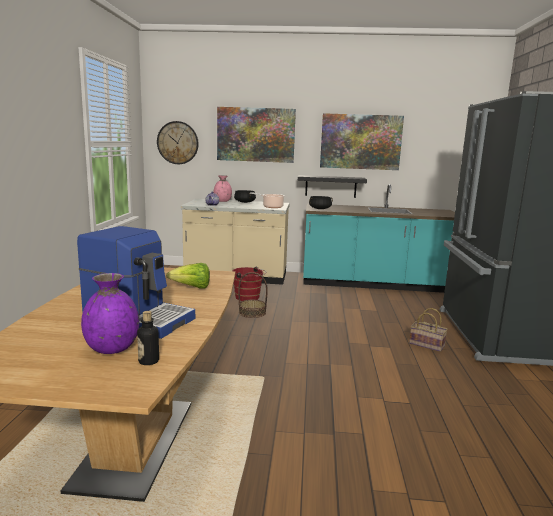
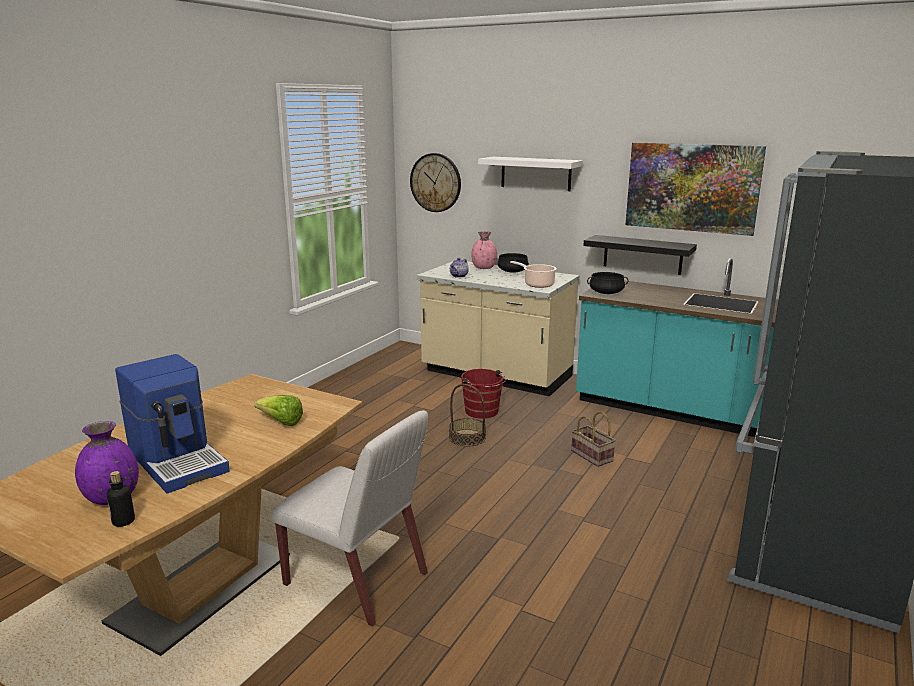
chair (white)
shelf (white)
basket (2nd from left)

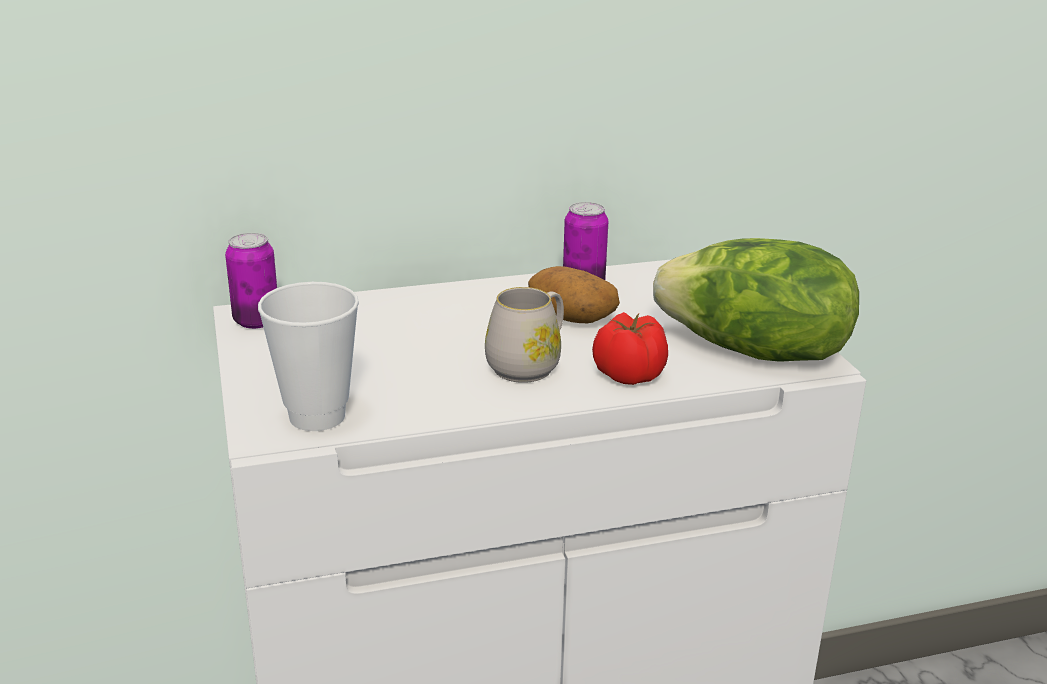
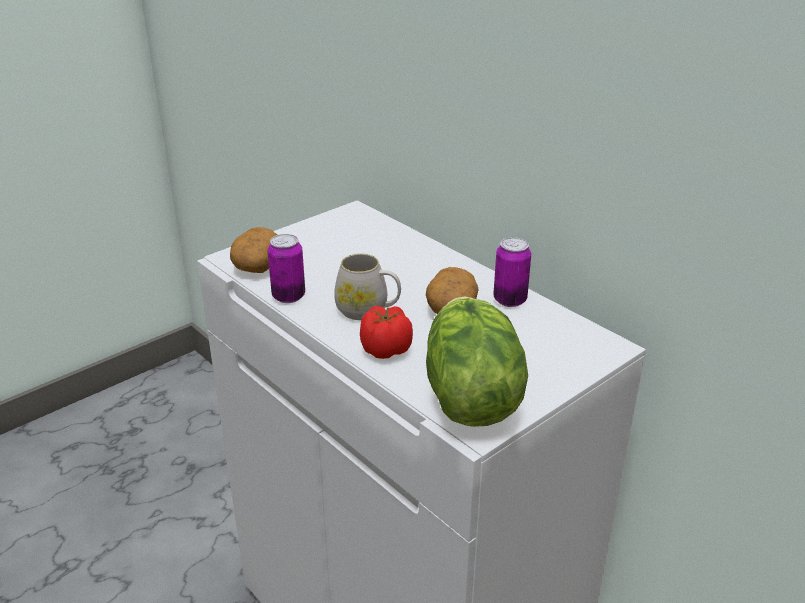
potato (1st from left)
can (1st from left)

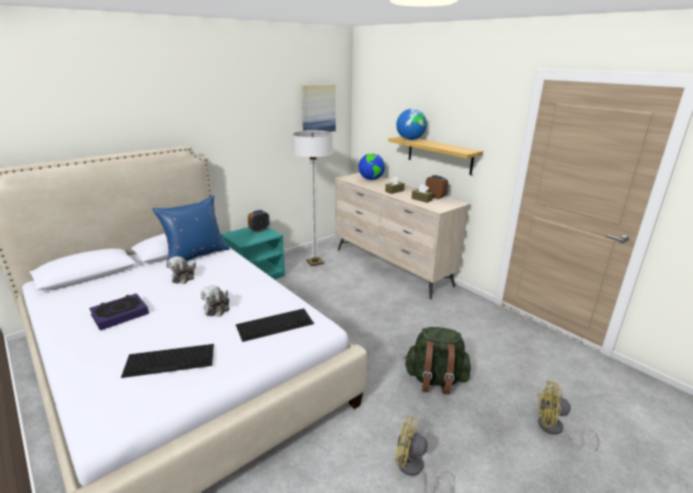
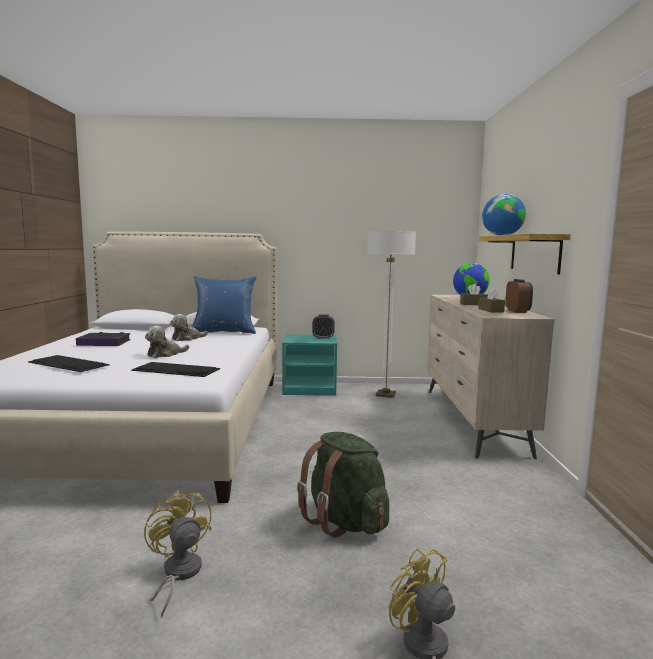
picture

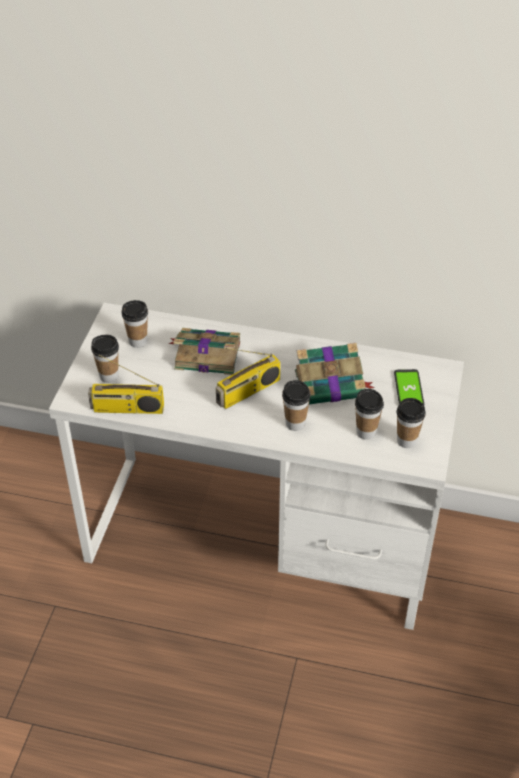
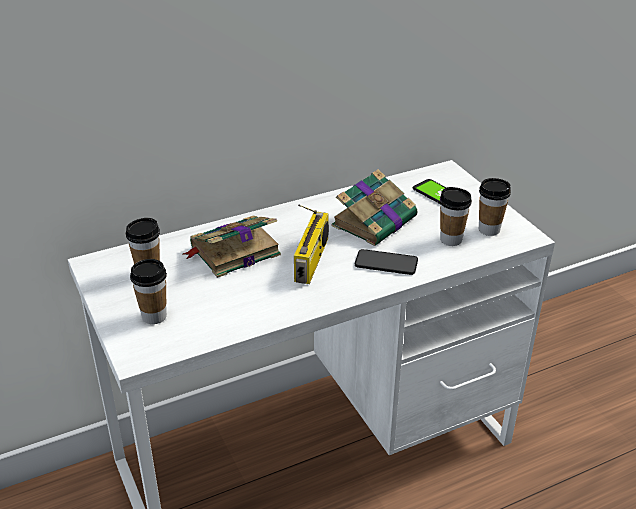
phone (1st from left)
radio (1st from left in the first image)

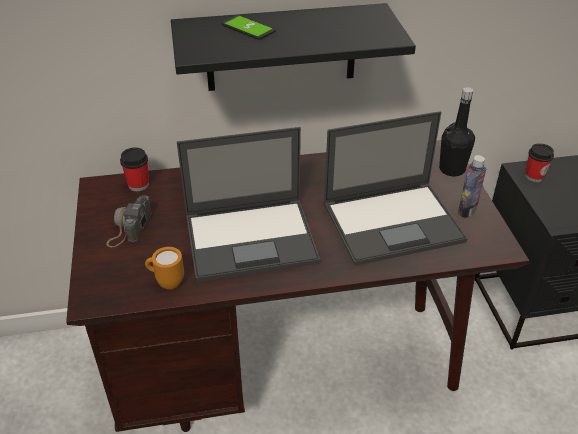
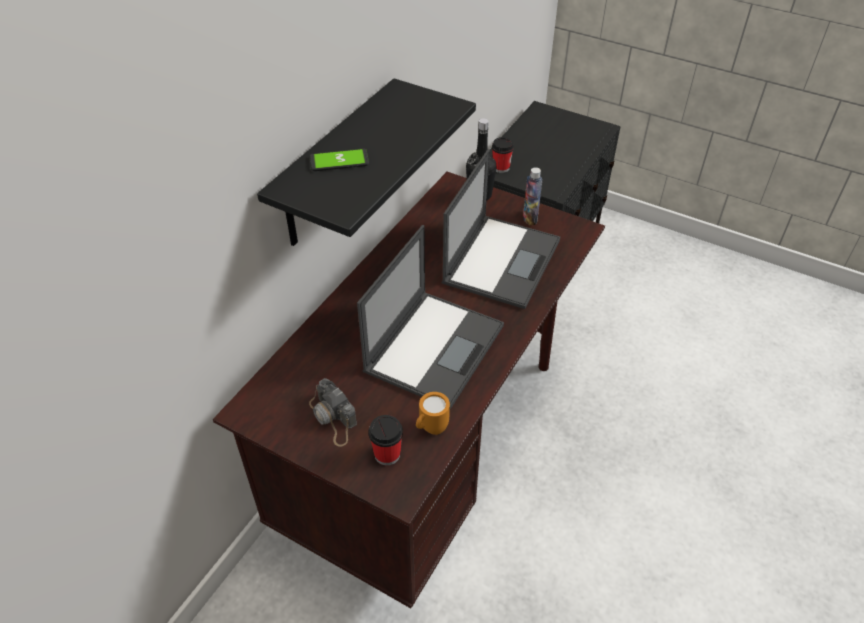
cup (1st from left)

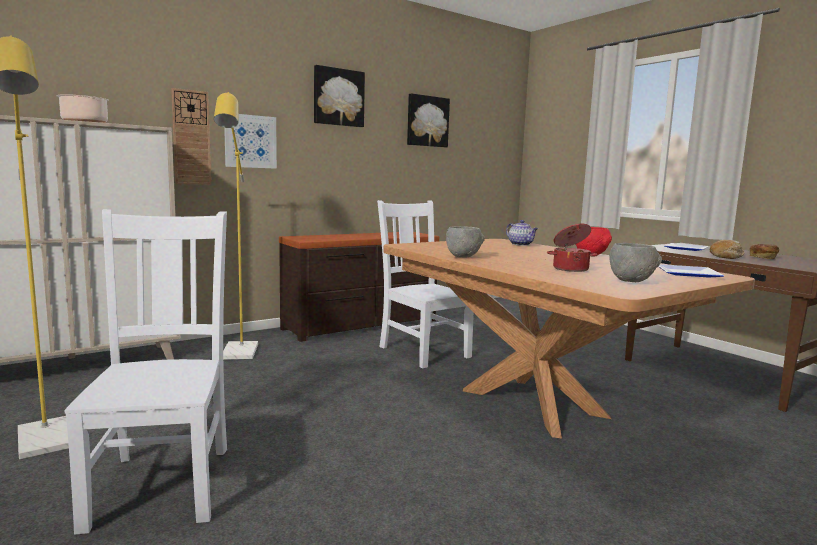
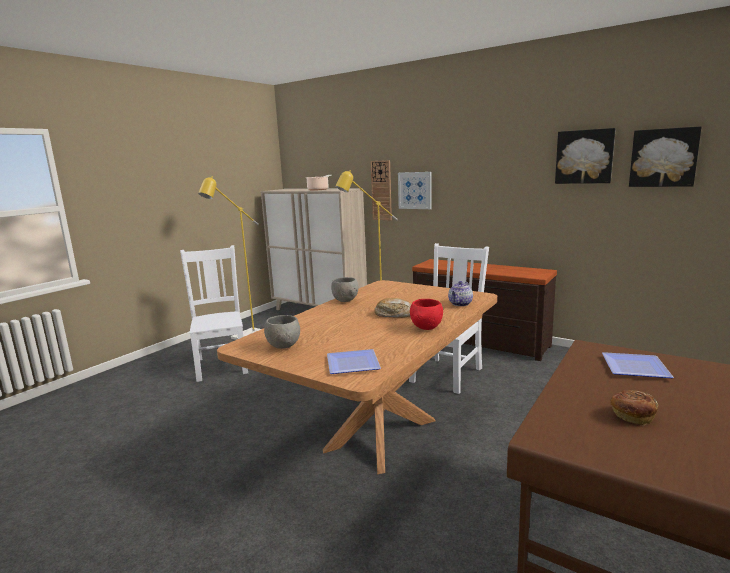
chair (white) (1st from left)
bread (1st from left)
picture (3rd from left)
cooking pot (2nd from left in the first image)

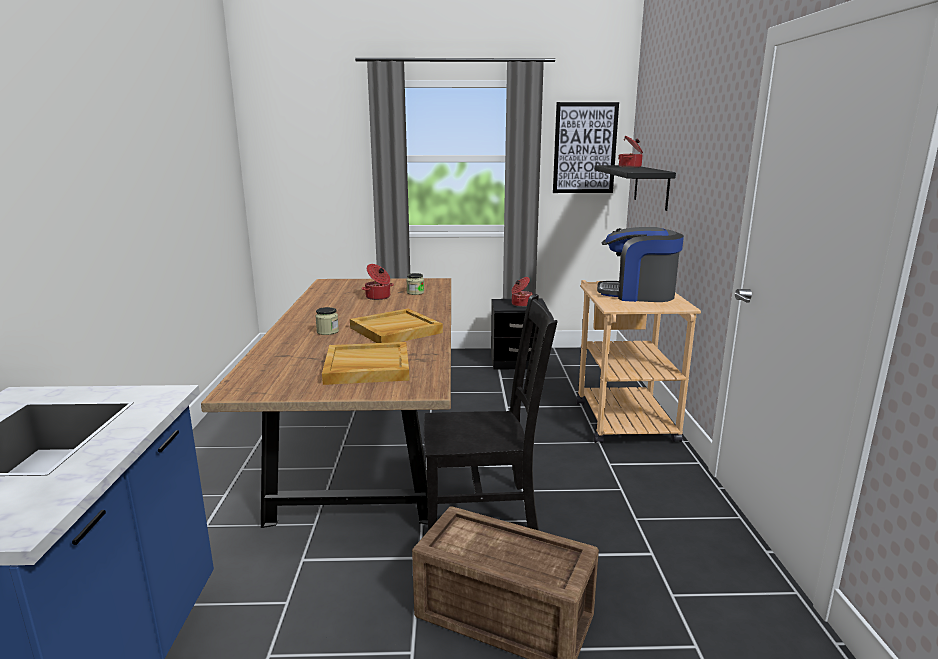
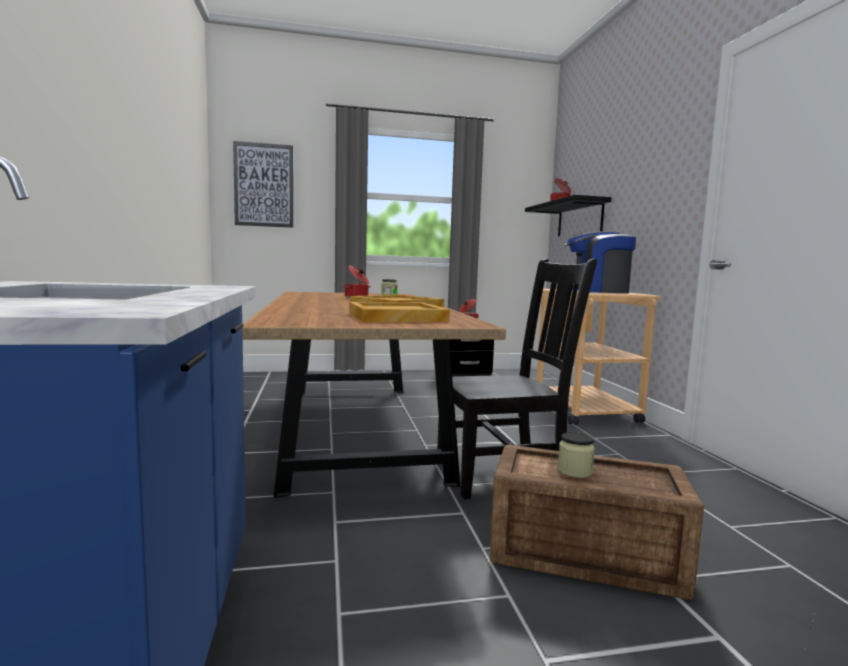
picture
jar (2nd from left)

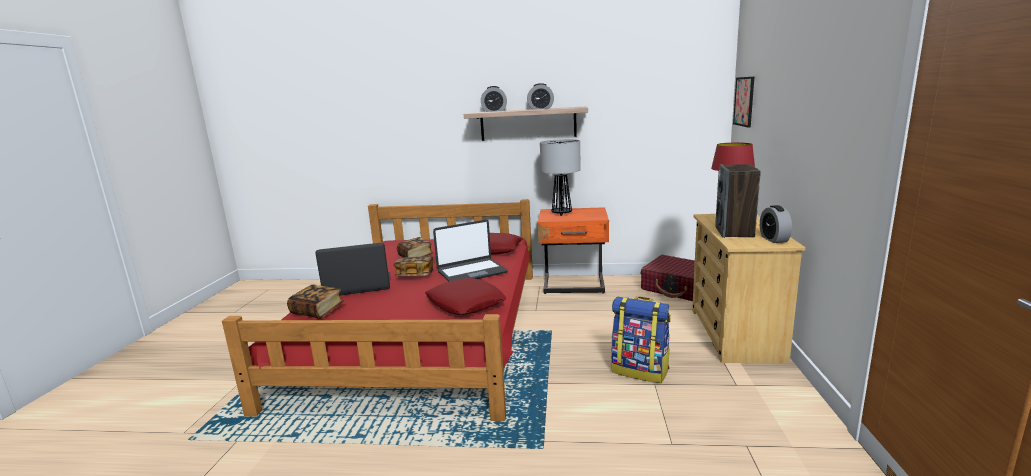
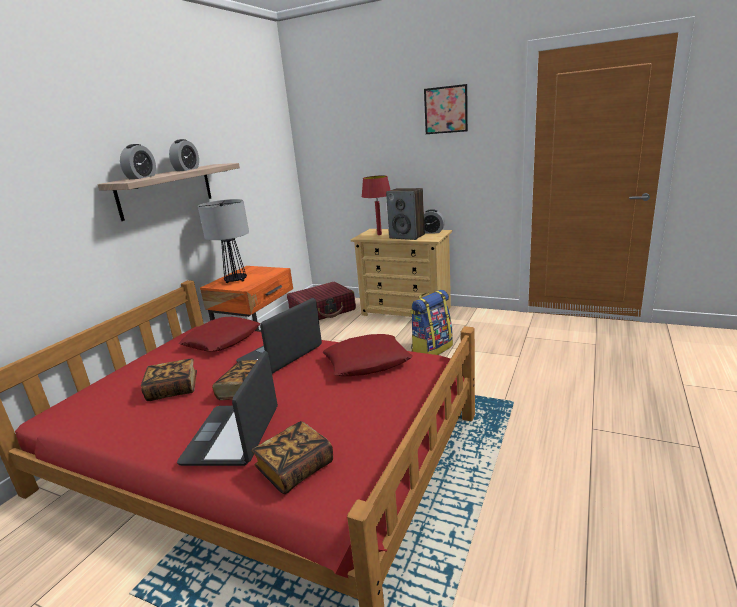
laptop (2nd from left)
picture

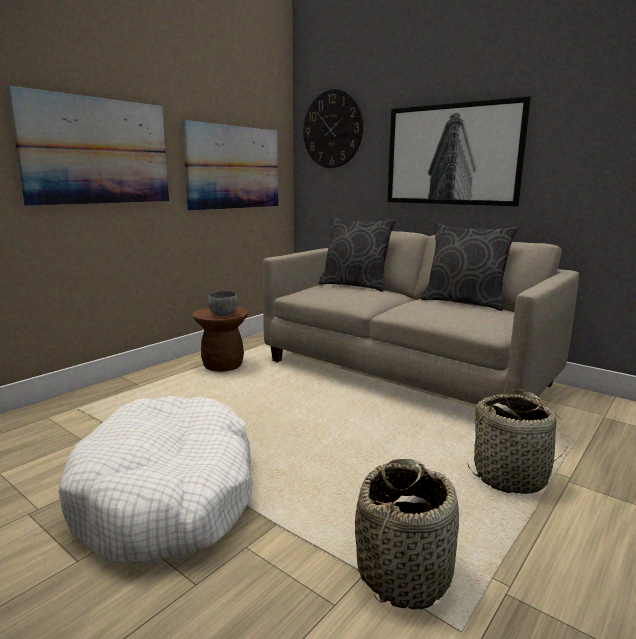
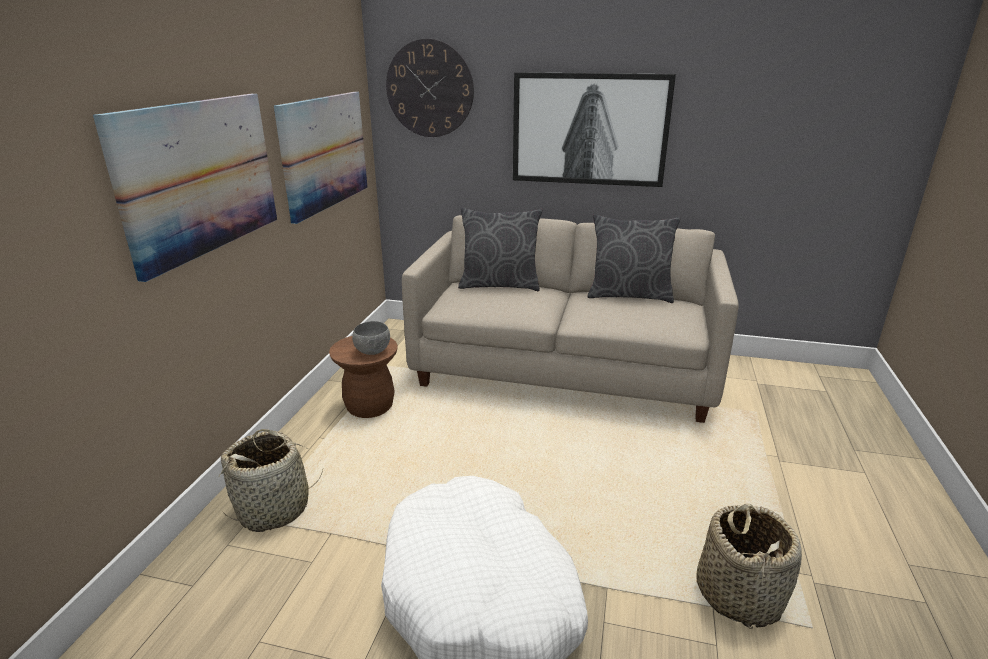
basket (1st from left)

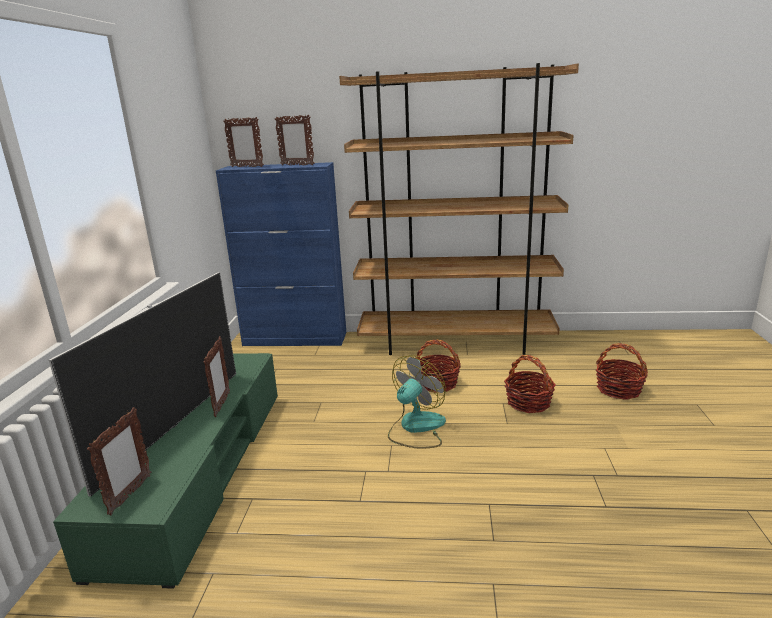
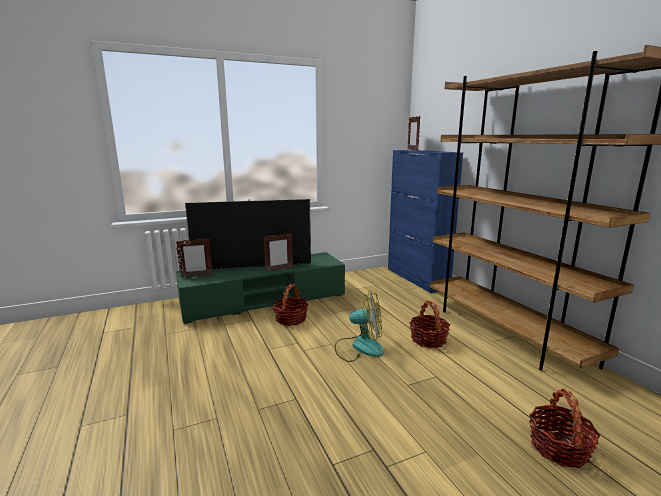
basket (1st from left)
picture frame (4th from left in the first image)

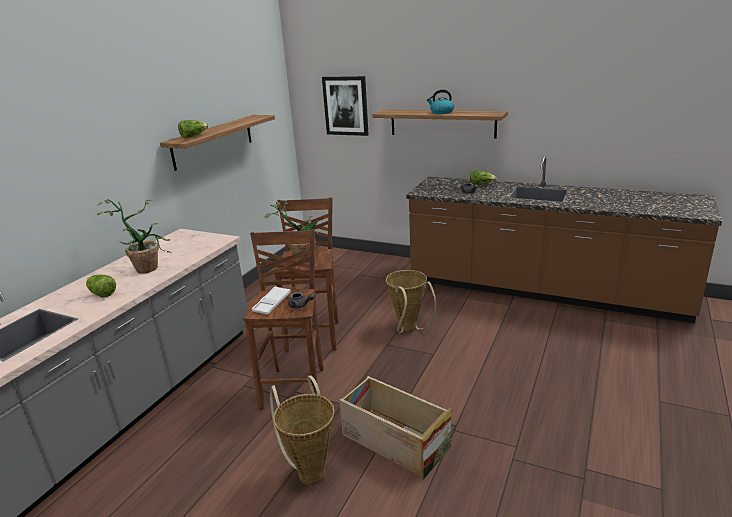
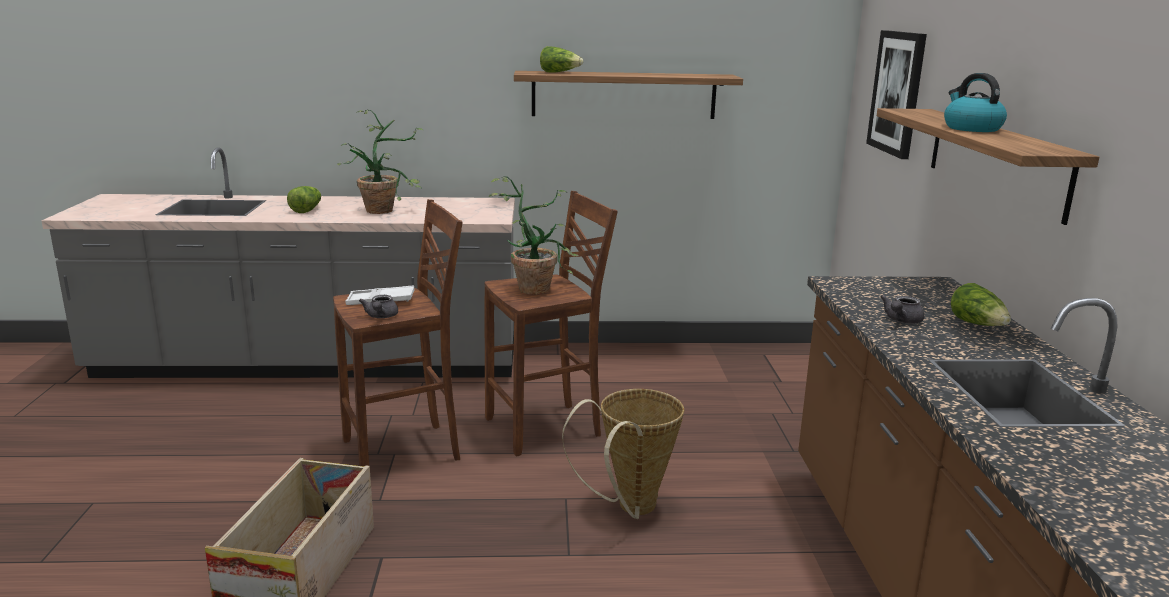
basket (1st from left in the first image)

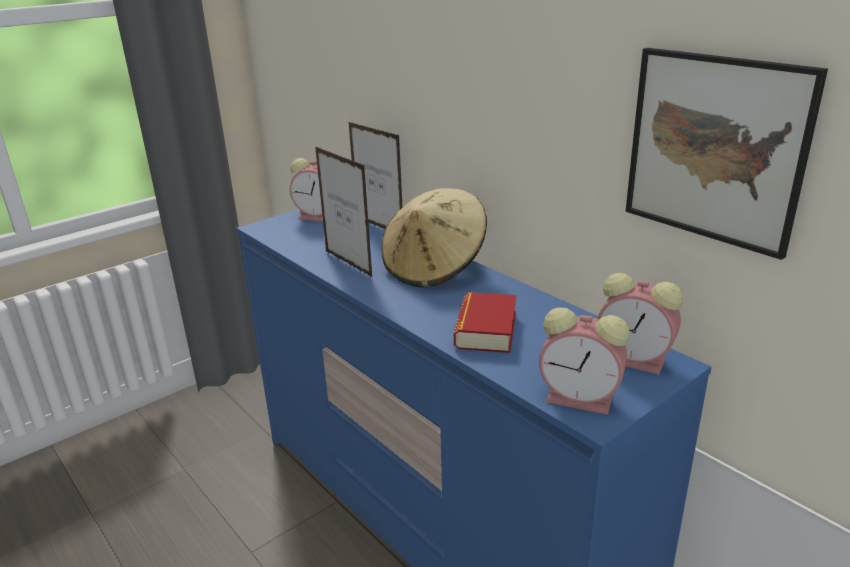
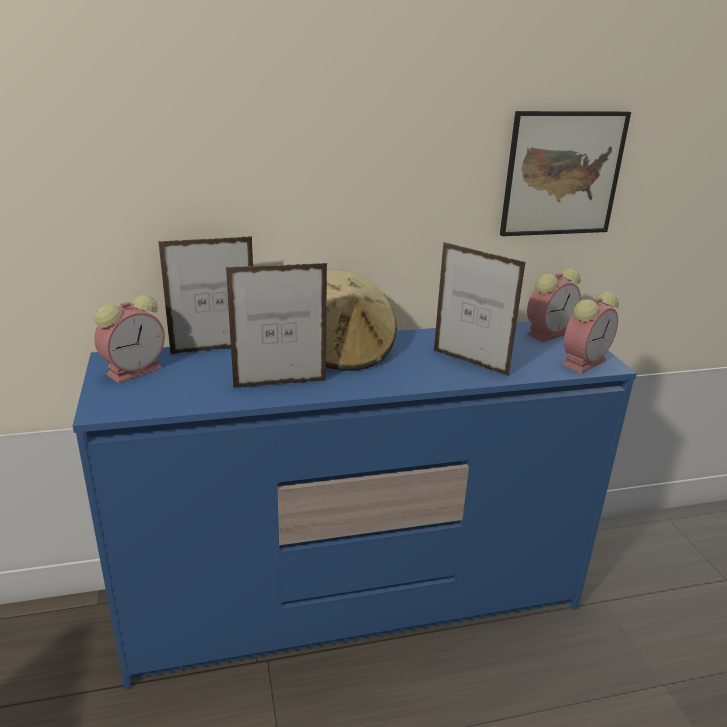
picture frame (3rd from left)

